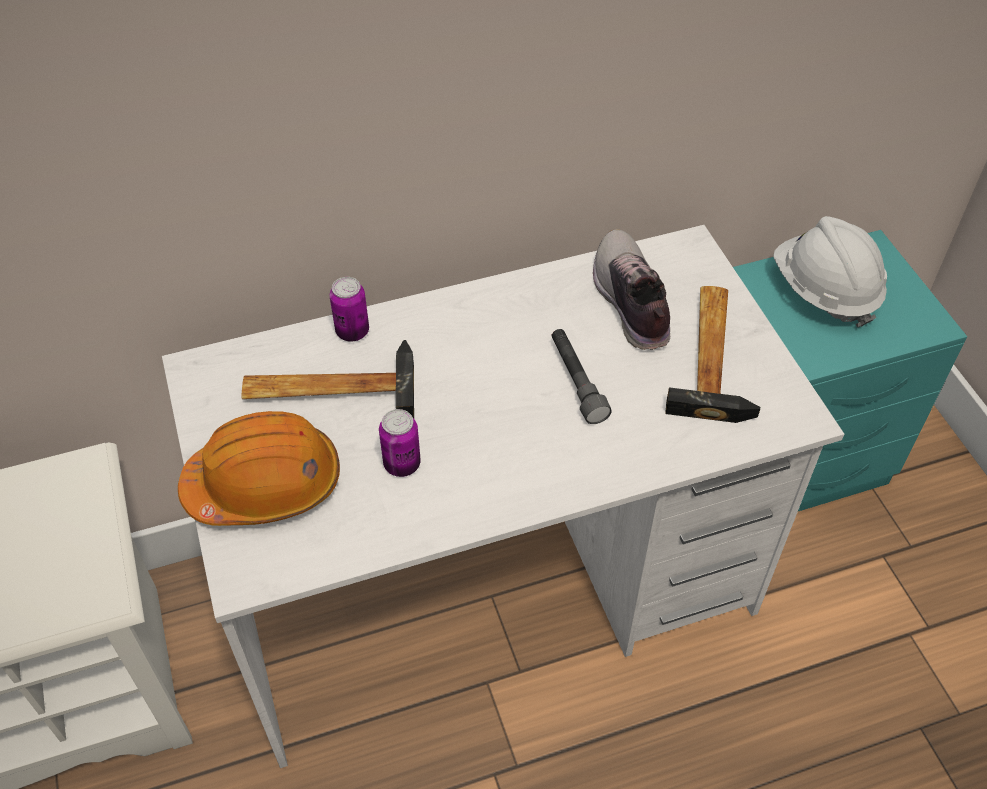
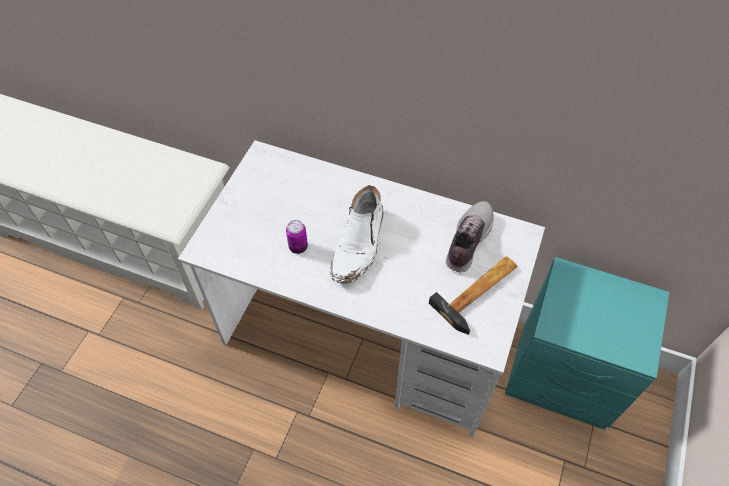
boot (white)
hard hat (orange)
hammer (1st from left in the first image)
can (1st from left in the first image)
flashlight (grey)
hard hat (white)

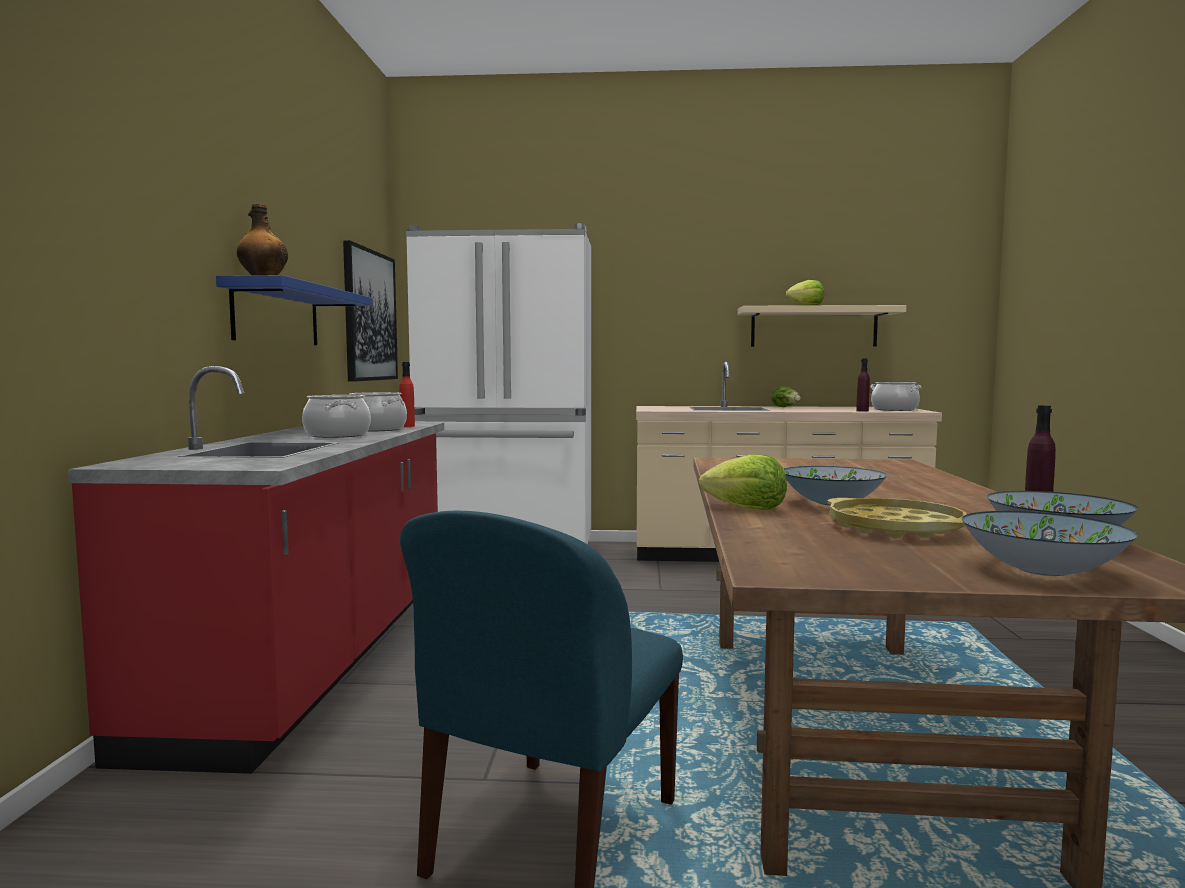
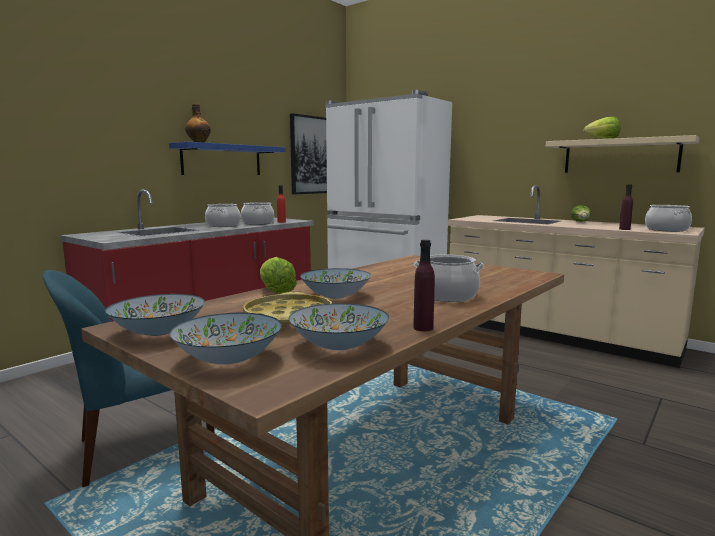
bowl (1st from left)
cooking pot (3rd from left)

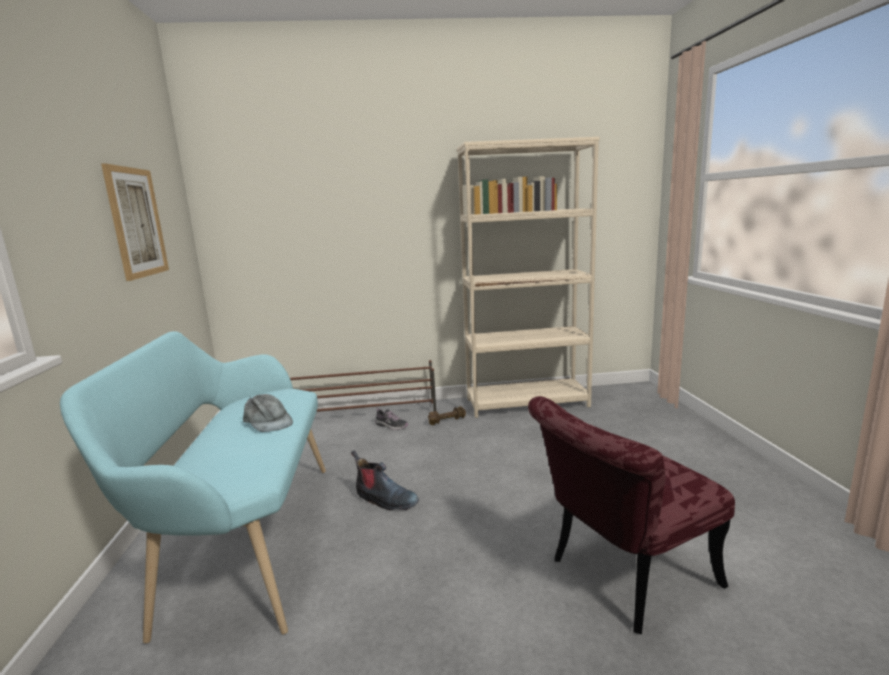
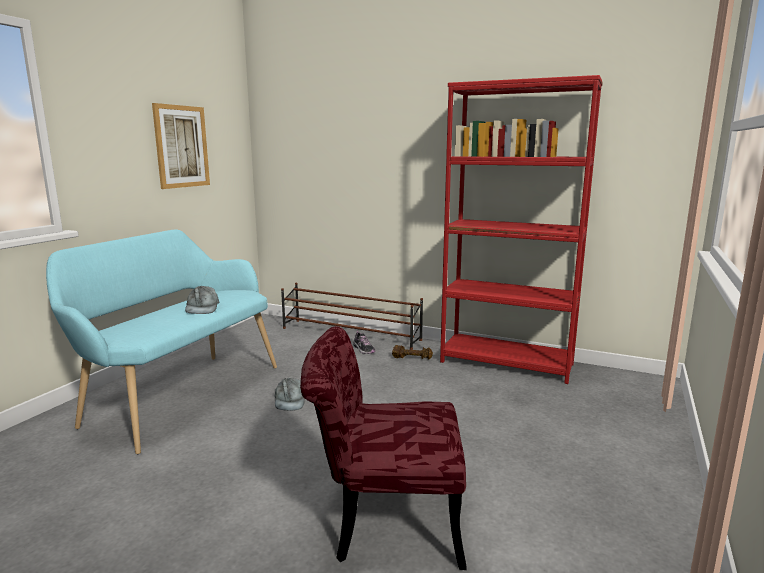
cap (grey) (2nd from left)
bookcase (red)

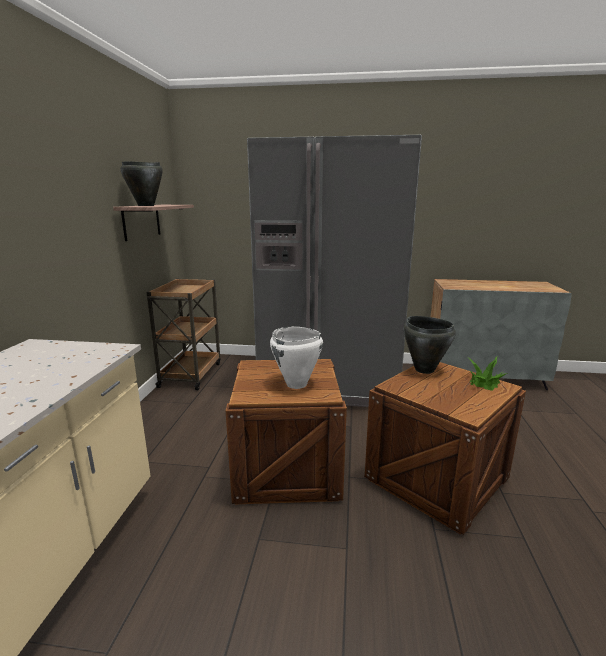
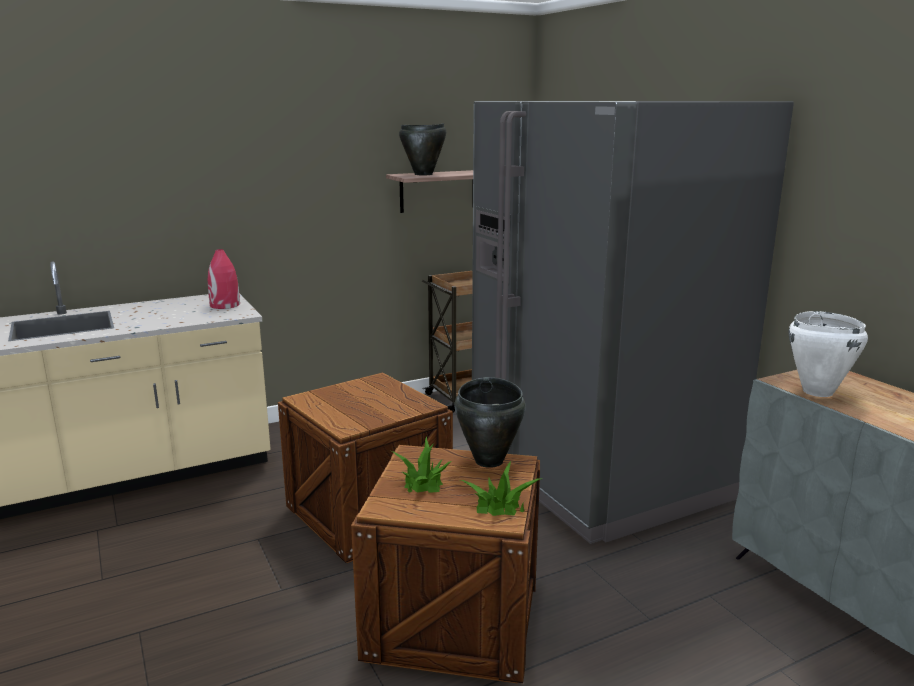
vase (red)
potted plant (1st from left)
cooking pot (white)

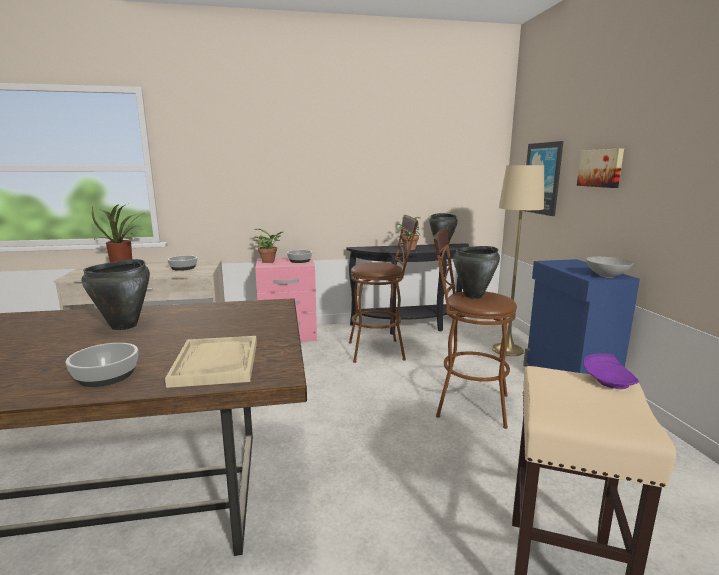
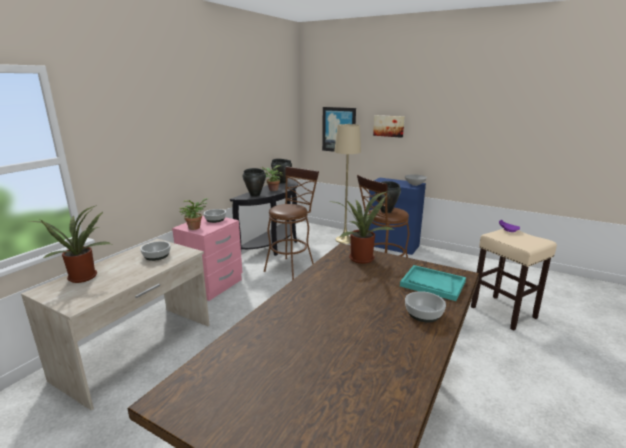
cooking pot (black) (1st from left)
potted plant (4th from left)
tray (turquoise)

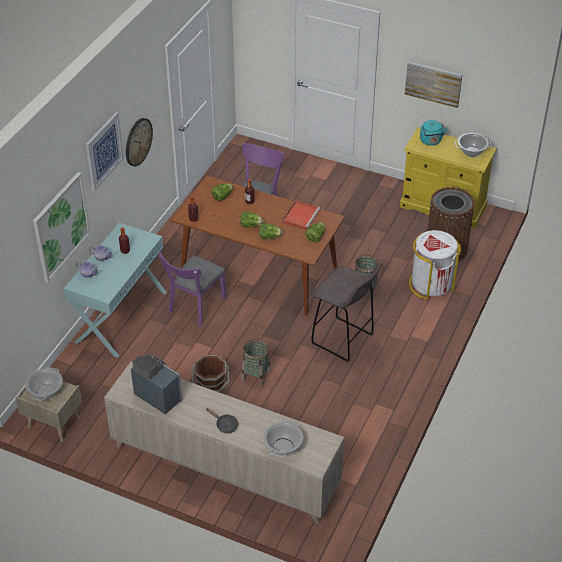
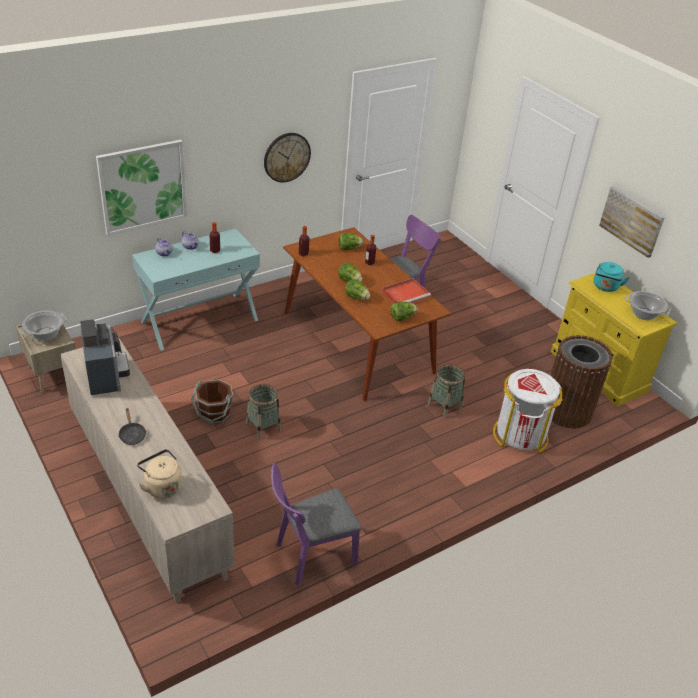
kettle (beige)
chair (purple) (1st from left)
picture (2nd from left in the first image)
stool (grey)

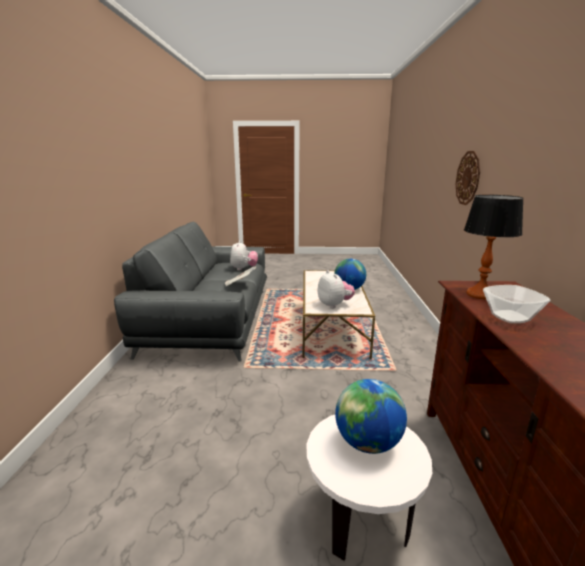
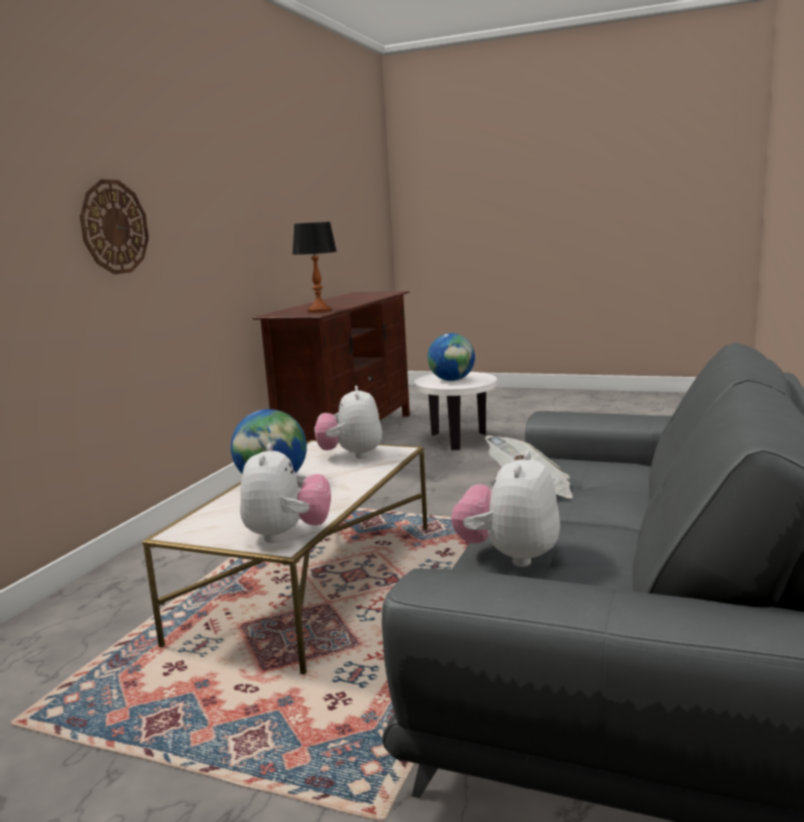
plush toy (1st from left)
bowl

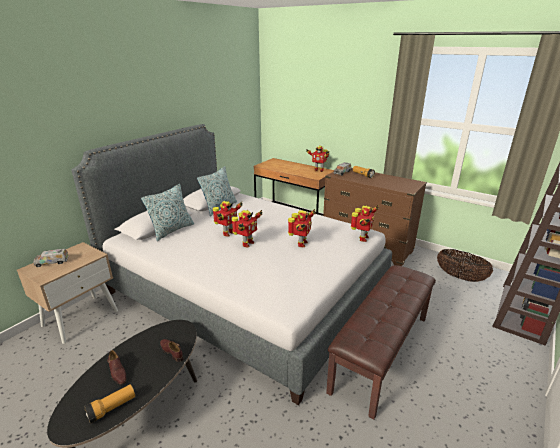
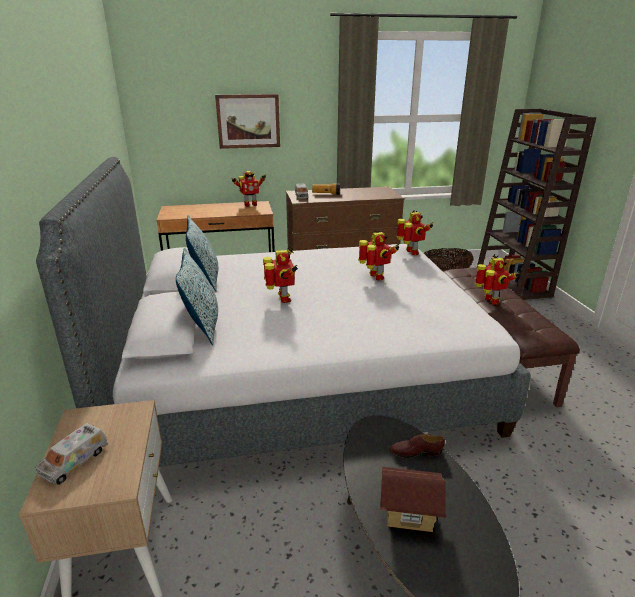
picture
toy house
toy robot (5th from left)
flashlight (1st from left in the first image)

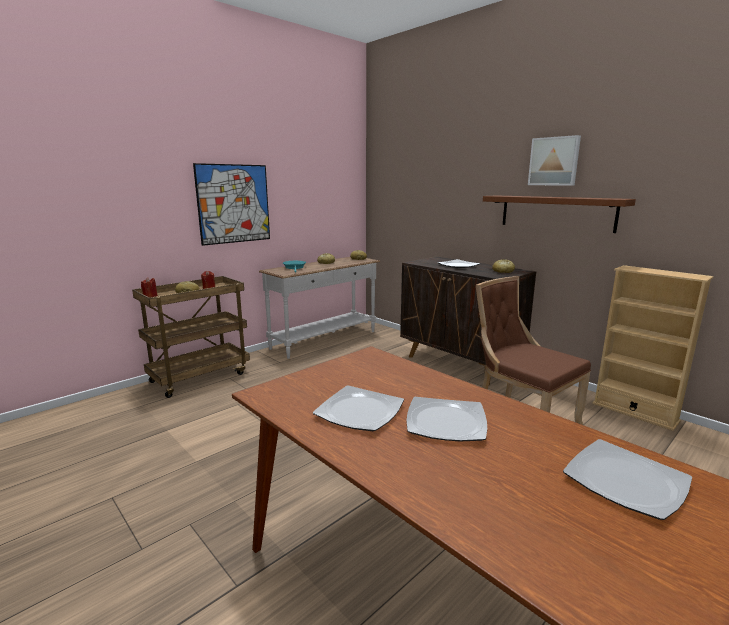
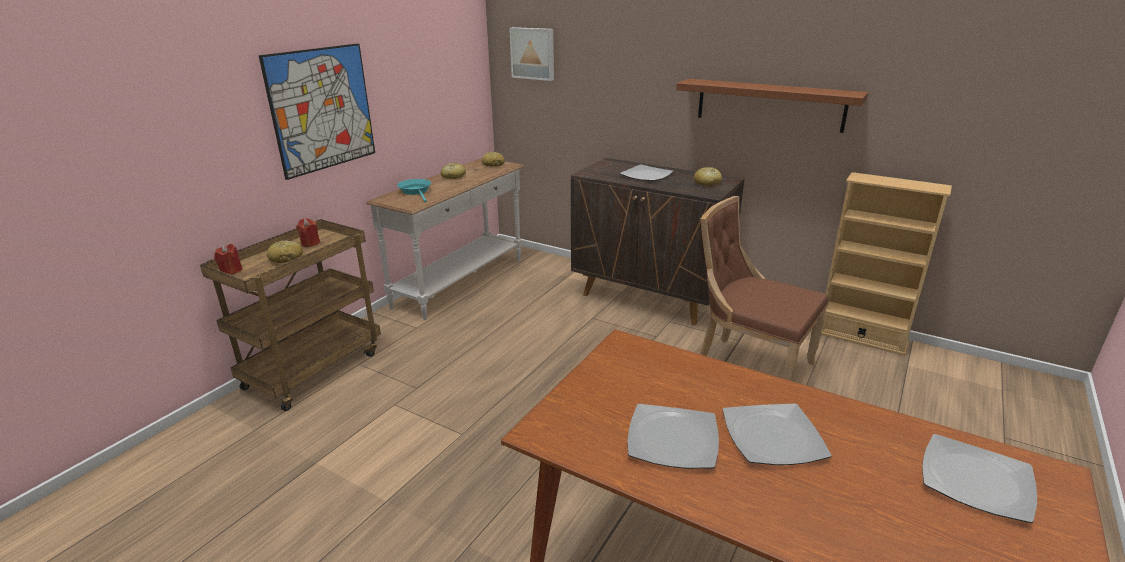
picture (2nd from left)

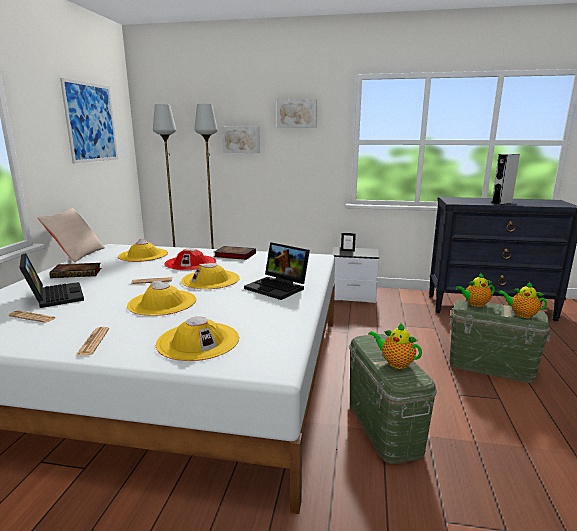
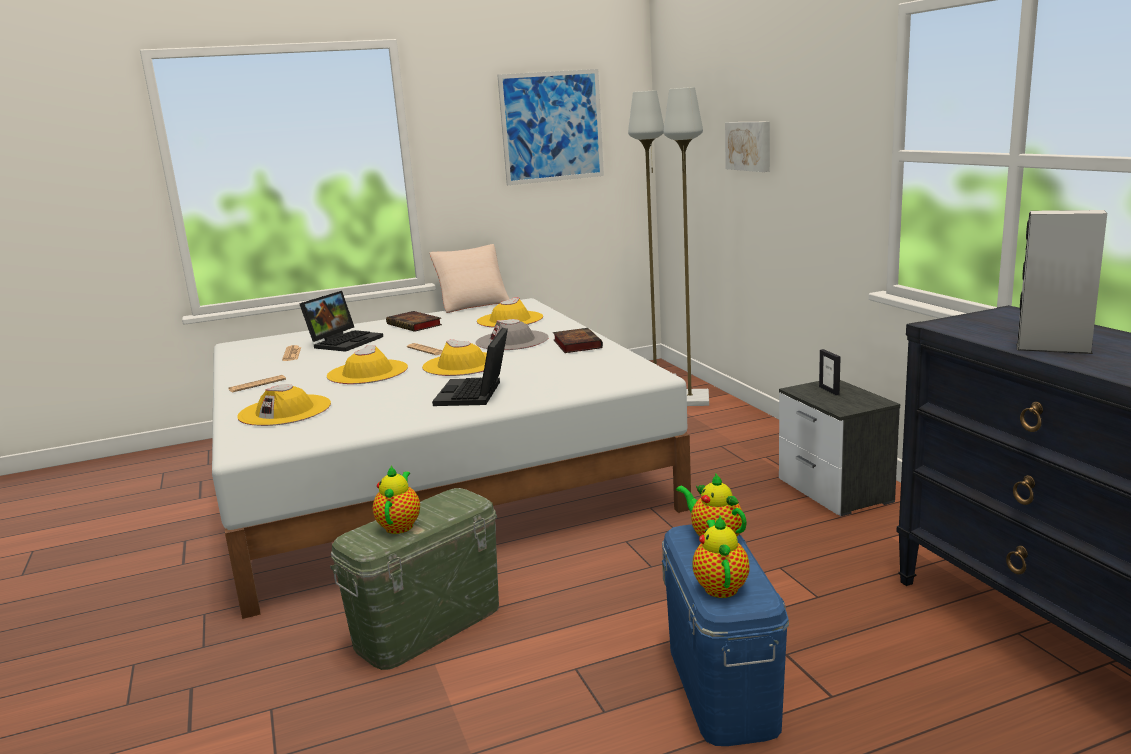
hat (grey)
storage box (blue)
picture (3rd from left in the first image)

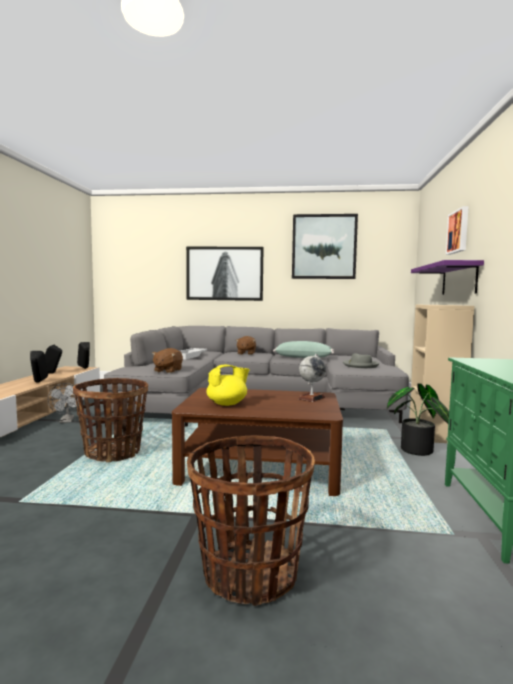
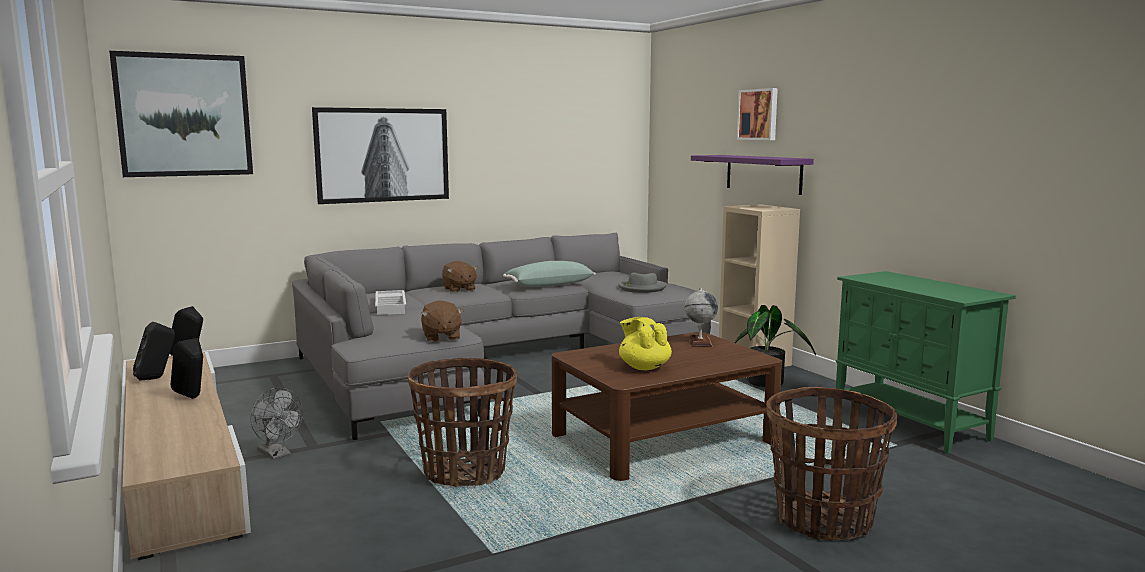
picture (1st from left)
teapot (yellow)

